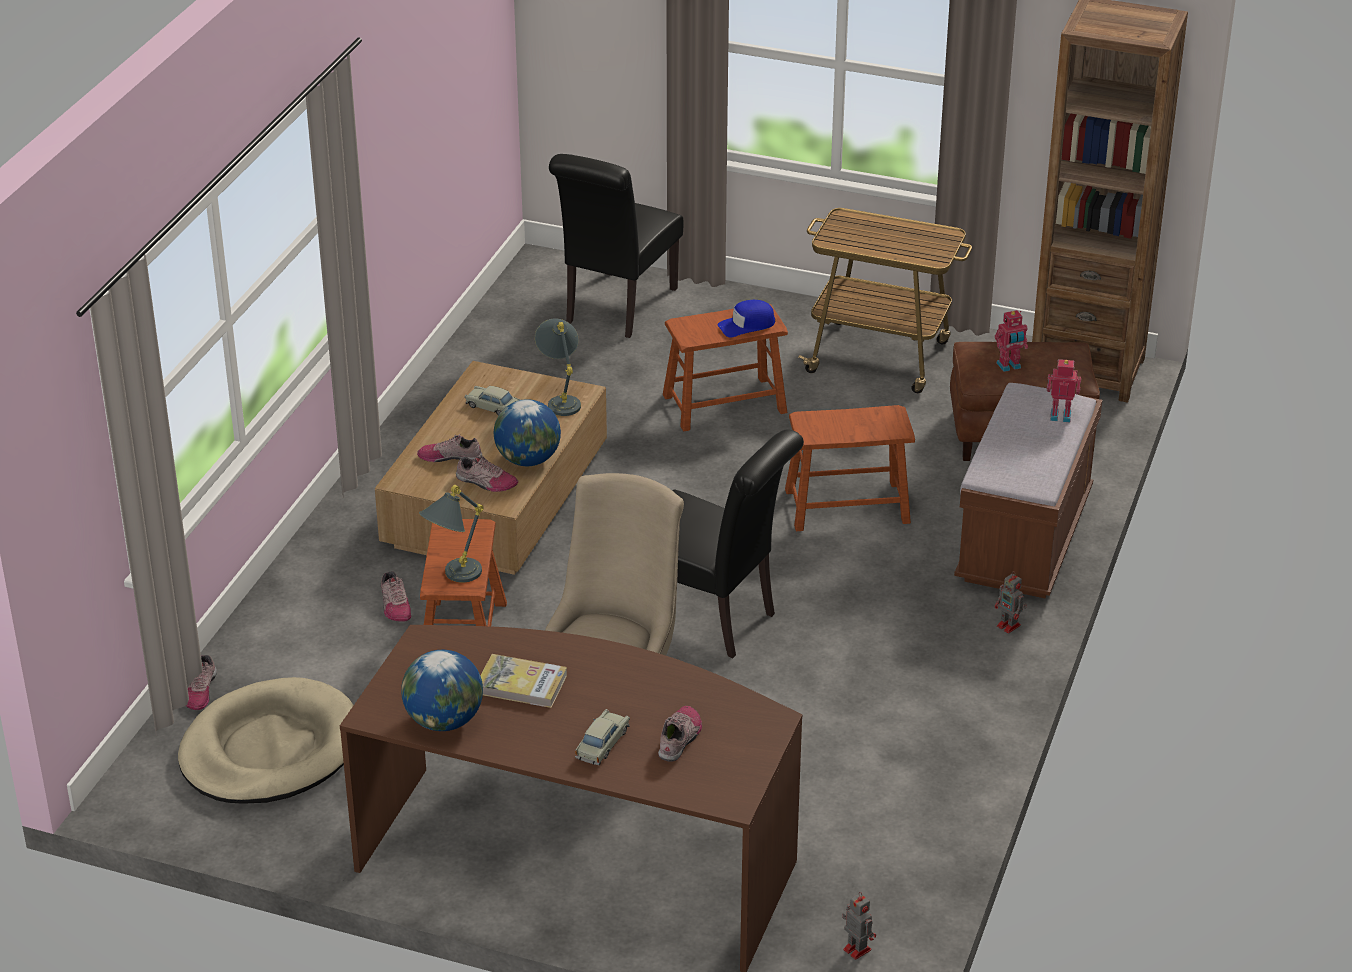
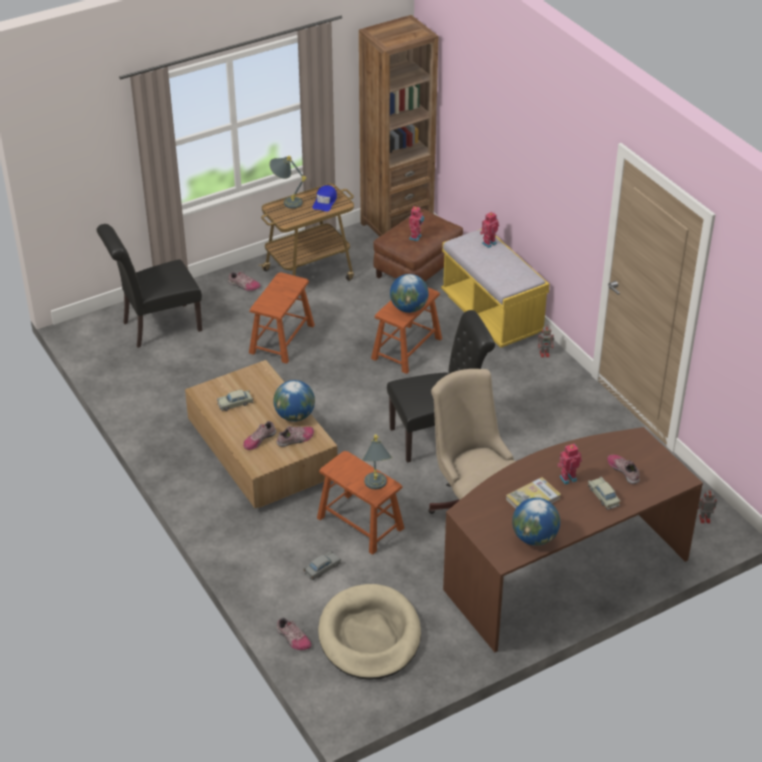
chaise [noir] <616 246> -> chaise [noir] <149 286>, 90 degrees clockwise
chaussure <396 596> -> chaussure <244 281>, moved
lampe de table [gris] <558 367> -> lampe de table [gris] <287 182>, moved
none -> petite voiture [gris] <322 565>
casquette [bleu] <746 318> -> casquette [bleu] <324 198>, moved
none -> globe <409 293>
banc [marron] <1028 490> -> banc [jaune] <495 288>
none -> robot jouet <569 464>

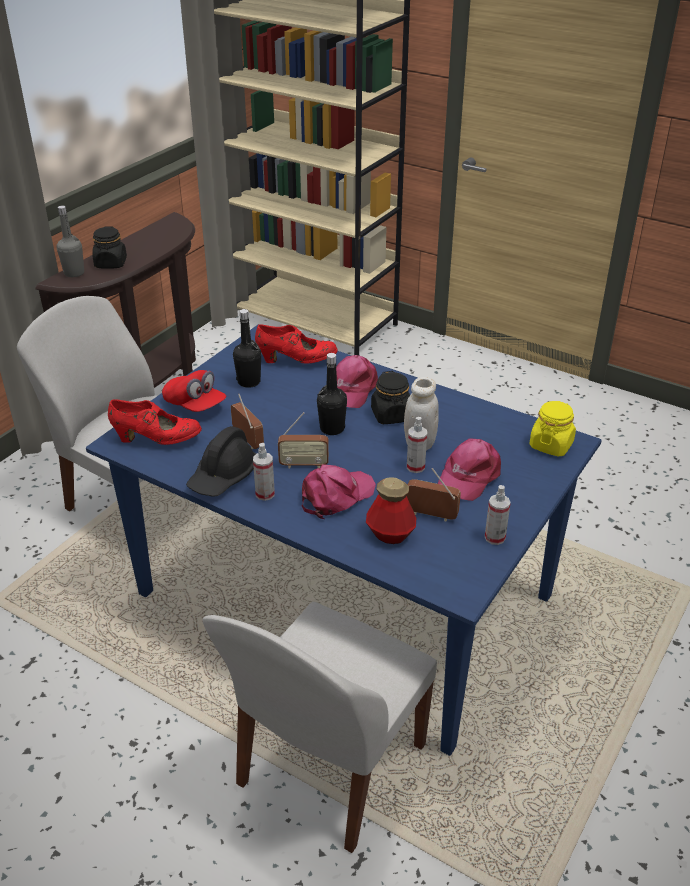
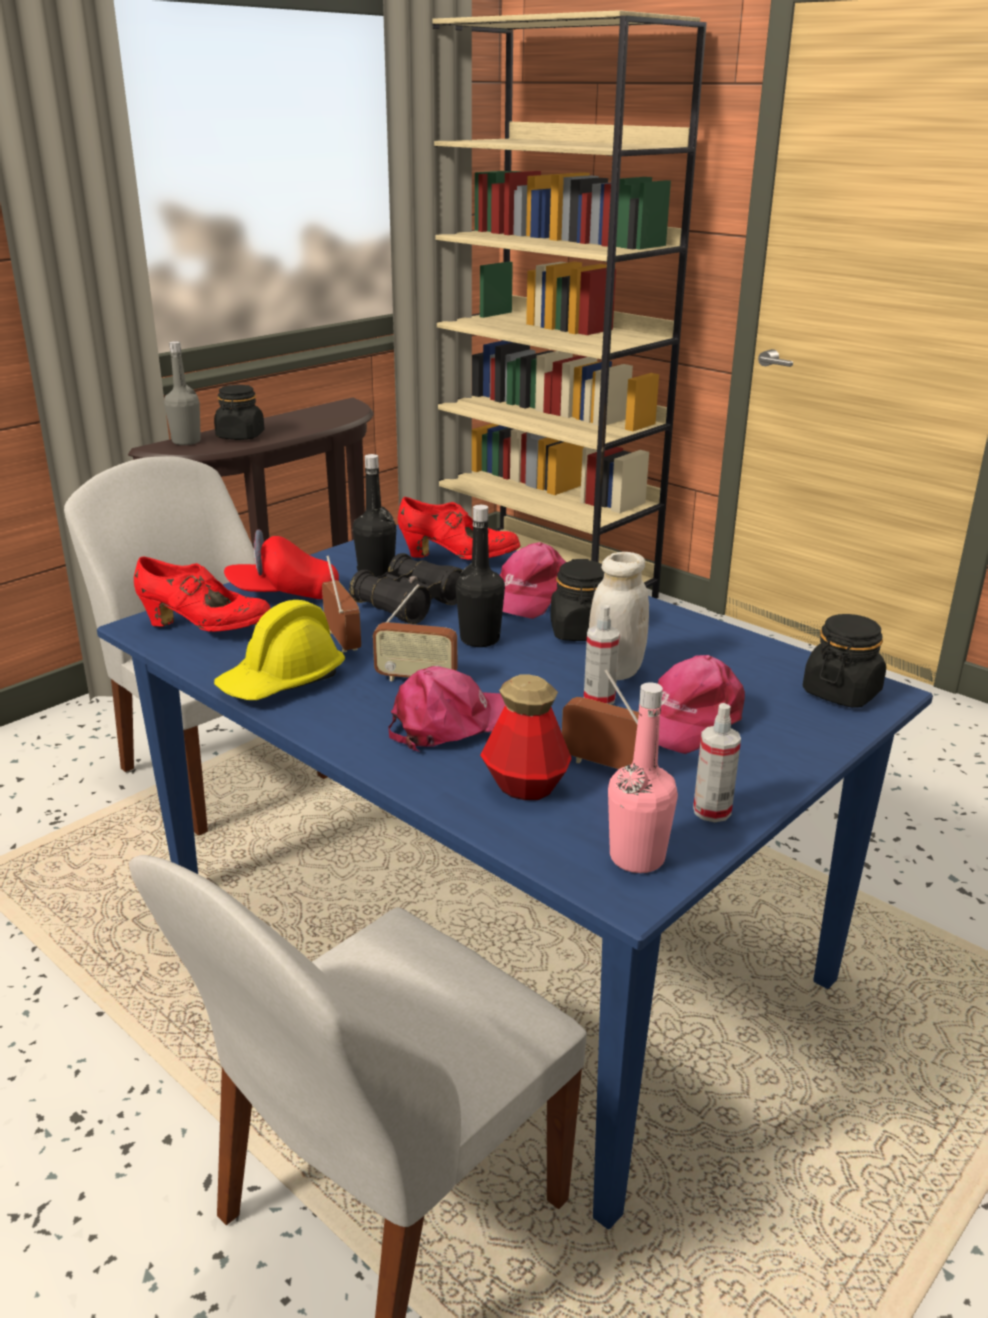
casque de chantier [noir] <221 461> -> casque de chantier [jaune] <279 650>
casquette [rouge] <194 391> -> casquette [rouge] <281 564>, 120 degrees clockwise
none -> jumelles [noir] <406 588>
none -> bouteille [rose] <643 777>
bocal [jaune] <552 429> -> bocal [noir] <844 661>
vaporisateur <264 472> -> none

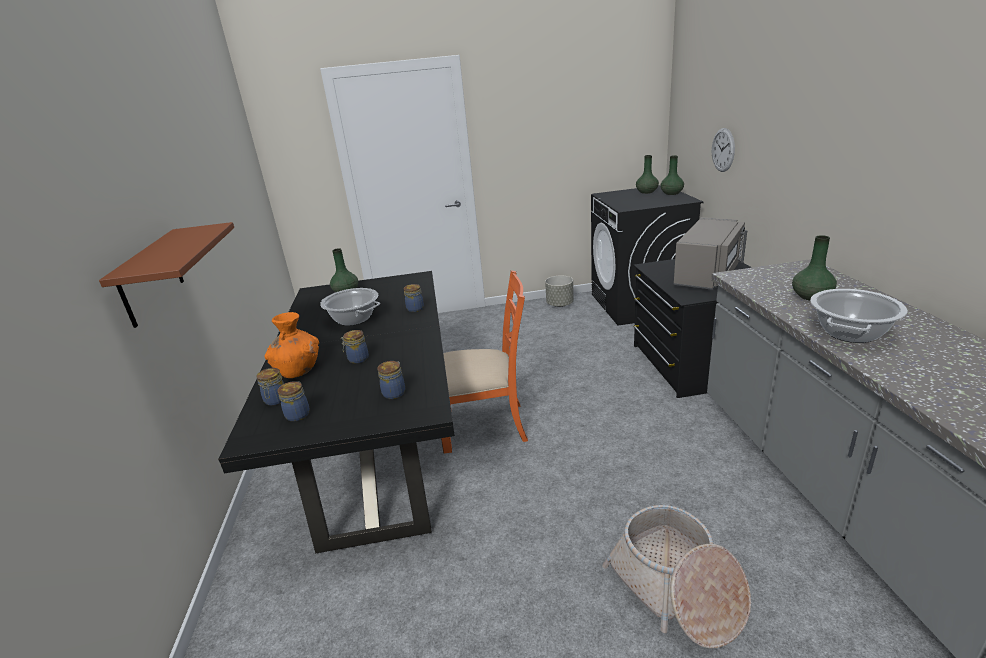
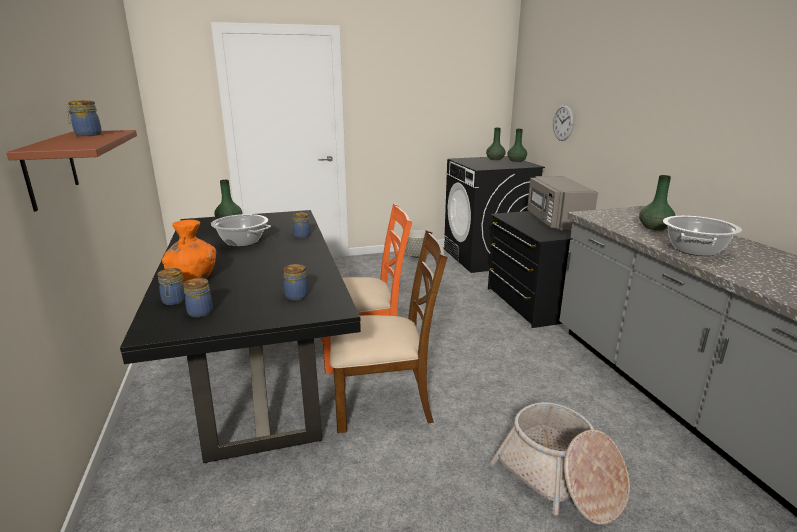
bocal <355 347> -> bocal <83 118>, moved
none -> chaise [marron] <388 331>
micro-ondes [gris] <710 253> -> micro-ondes [gris] <562 204>, 150 degrees clockwise

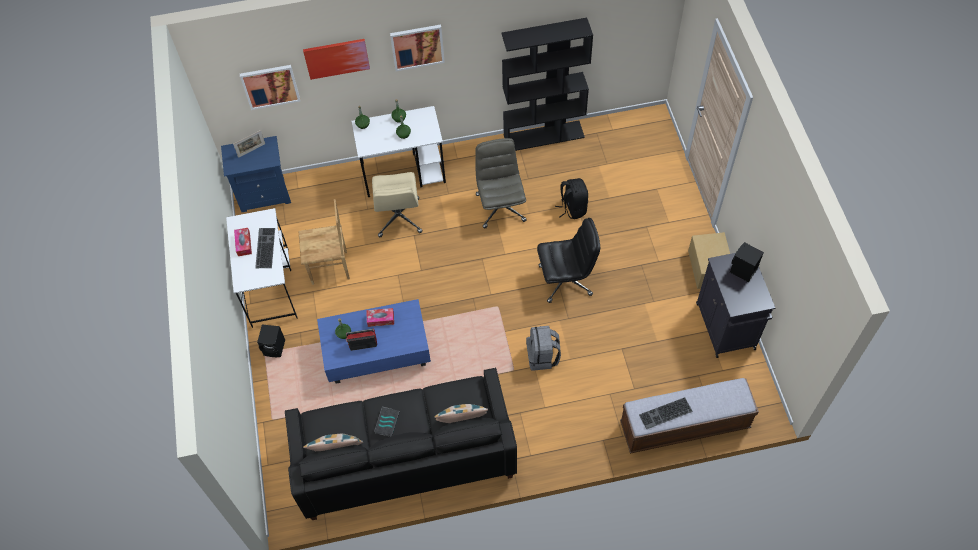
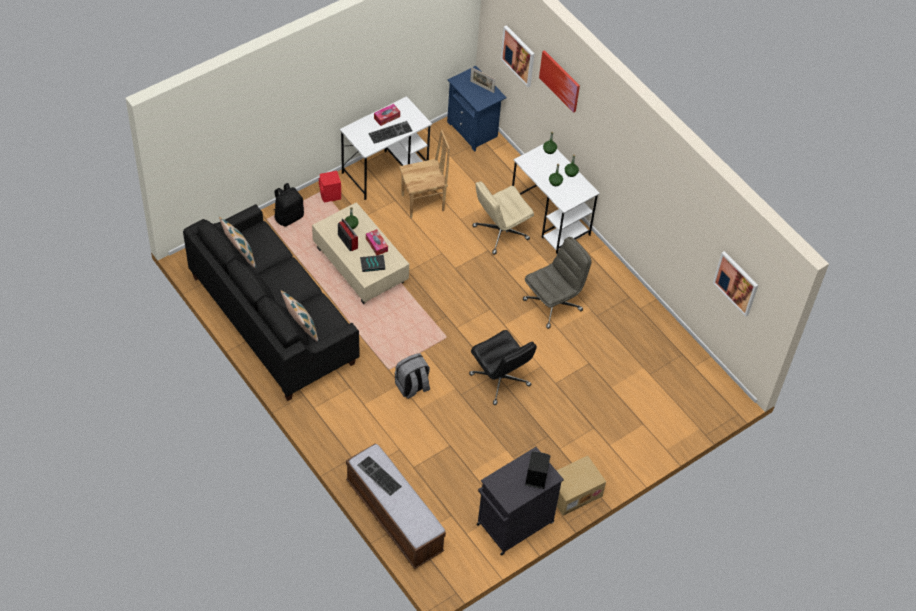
sac à dos [noir] <571 198> -> sac à dos [noir] <288 205>, moved
table basse [bleu] <374 341> -> table basse [beige] <360 253>
enceinte [noir] <271 341> -> enceinte [rouge] <330 187>
livre <387 421> -> livre <372 263>, moved
chaise [marron] <324 242> -> chaise [marron] <424 174>, 75 degrees counterclockwise
tableau <417 48> -> tableau <735 284>, moved
bibliothèque [noir] <547 84> -> none

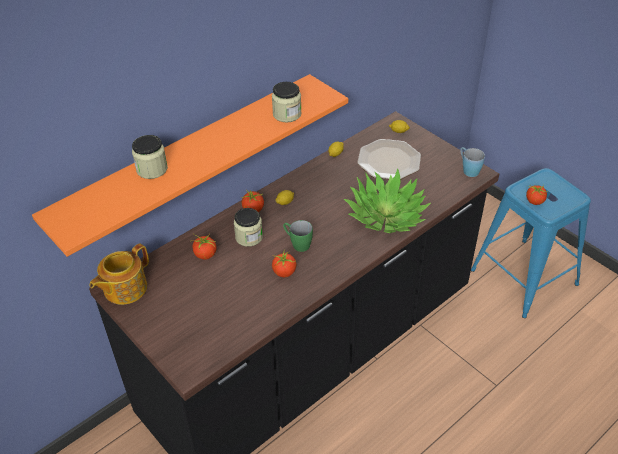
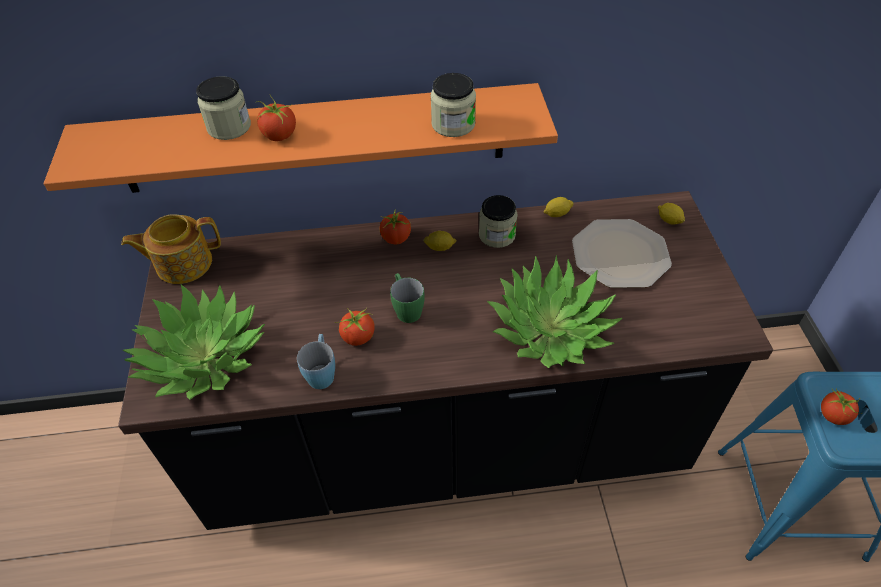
none -> plante en pot <193 342>
tomate <203 246> -> tomate <276 118>, moved
mug [bleu] <472 162> -> mug [bleu] <316 361>, moved
bocal <248 227> -> bocal <498 221>, moved

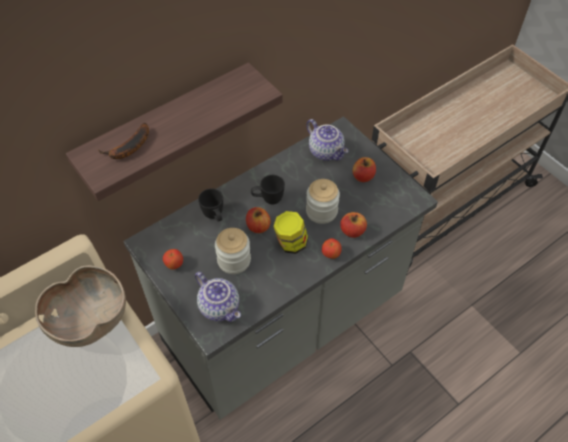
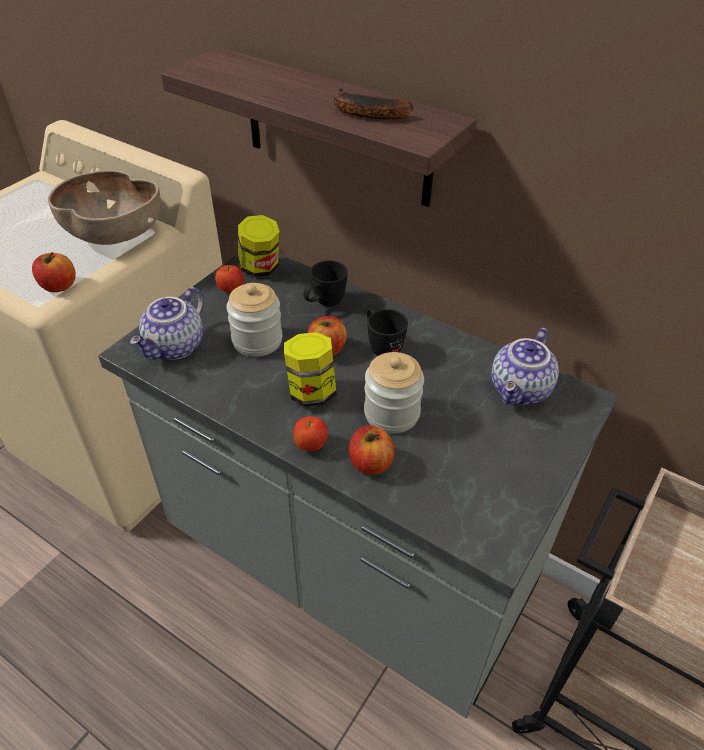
pomme <364 169> -> pomme <54 272>, moved
none -> bocal <259 246>
banane <123 141> -> banane <373 103>, moved

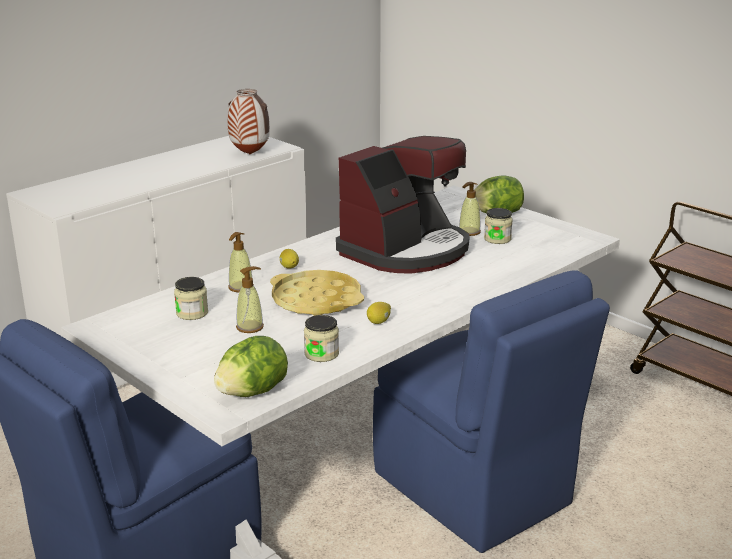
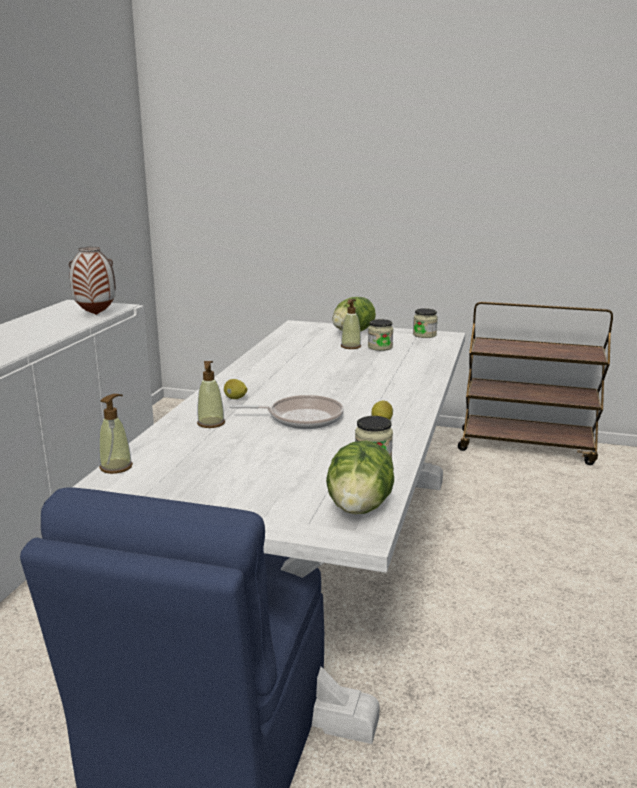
distributeur de savon <250 299> -> distributeur de savon <116 434>, moved
plateau [jaune] <317 293> -> poêle <286 412>
bocal <191 298> -> bocal <425 323>, moved
machine à café <403 205> -> none
chaise [bleu] <491 411> -> none

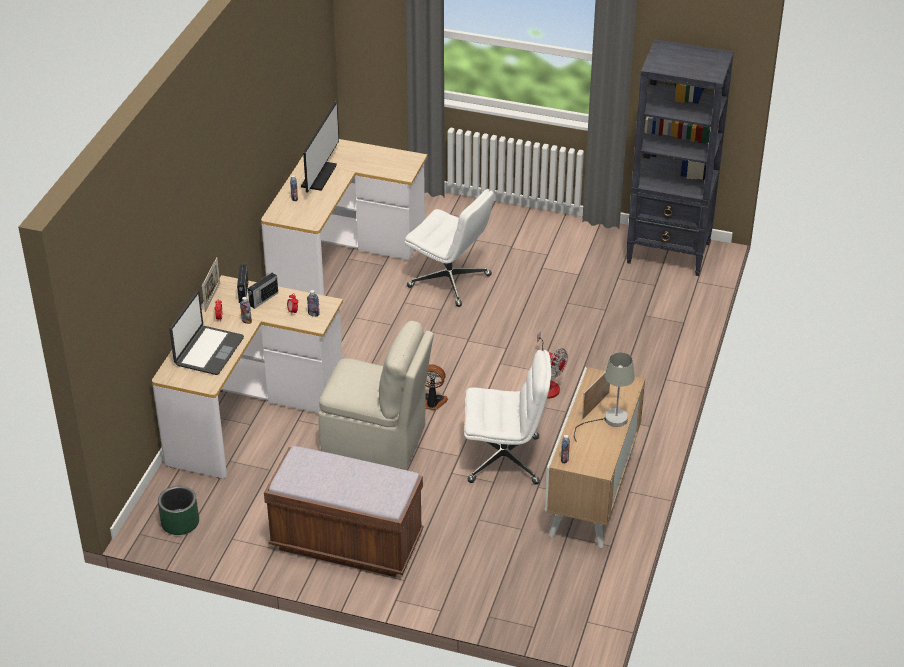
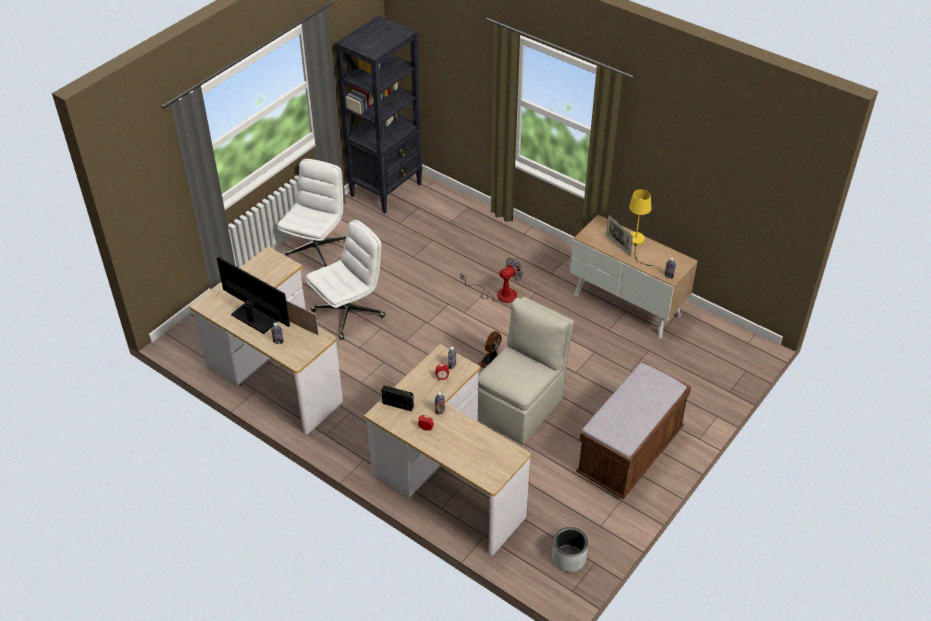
chaise de bureau [blanc] <507 417> -> chaise de bureau [blanc] <311 213>, moved
cadre photo <211 284> -> cadre photo <302 318>, moved
cache-pot [vert] <178 510> -> cache-pot [gris] <570 549>
lampe de table [gris] <604 397> -> lampe de table [jaune] <641 227>
ordinateur portable <207 333> -> none
radio <263 290> -> none

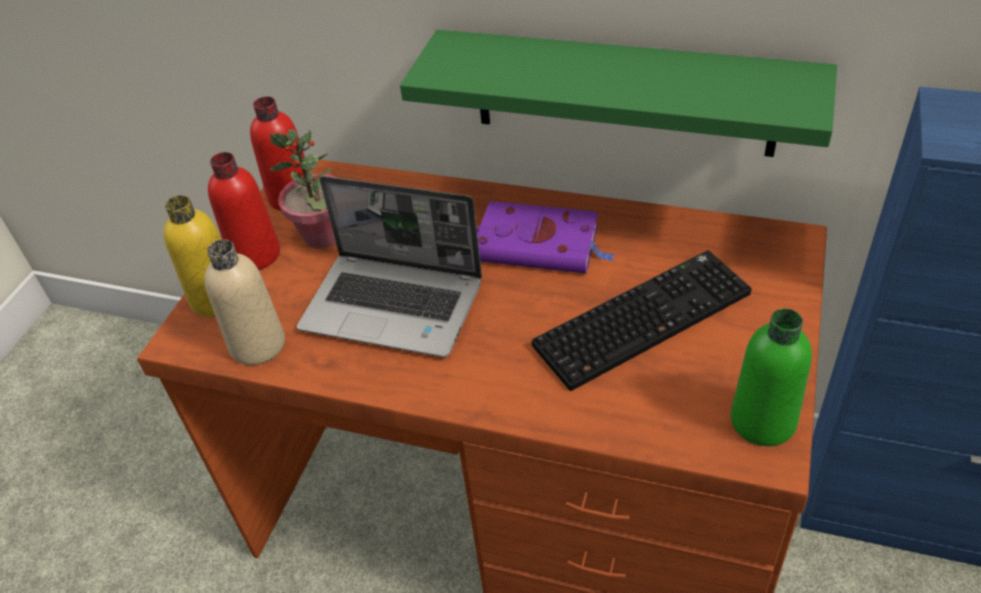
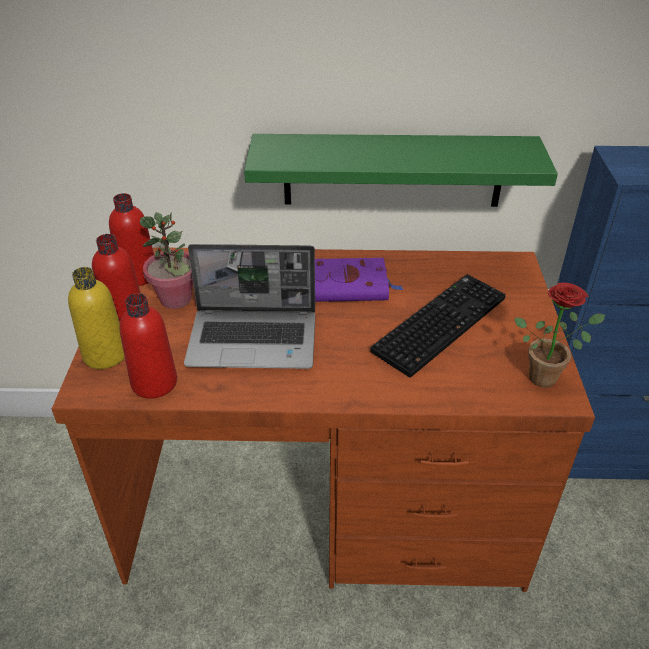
bouteille [beige] <244 302> -> bouteille [rouge] <148 346>
bouteille [vert] <771 377> -> plante en pot <560 335>

